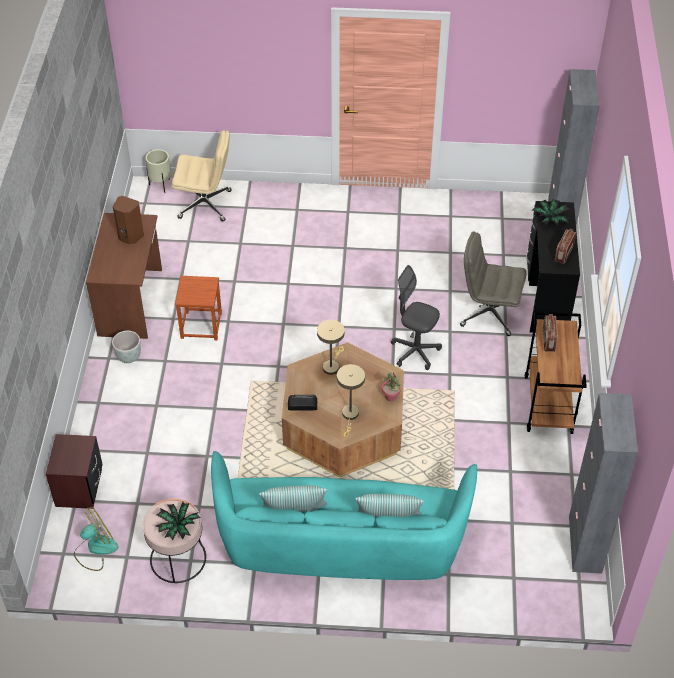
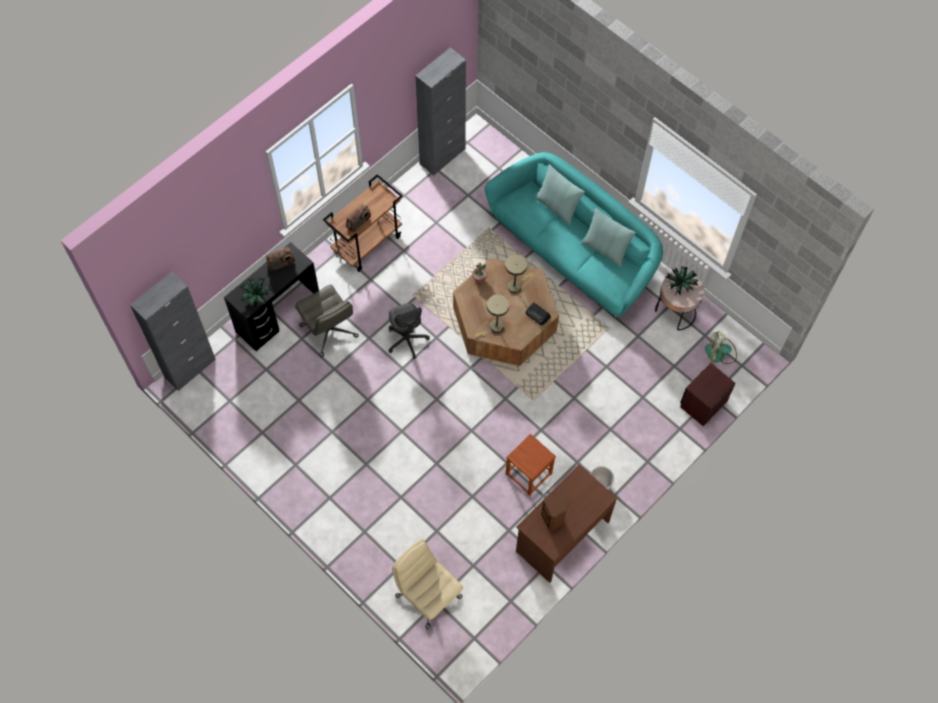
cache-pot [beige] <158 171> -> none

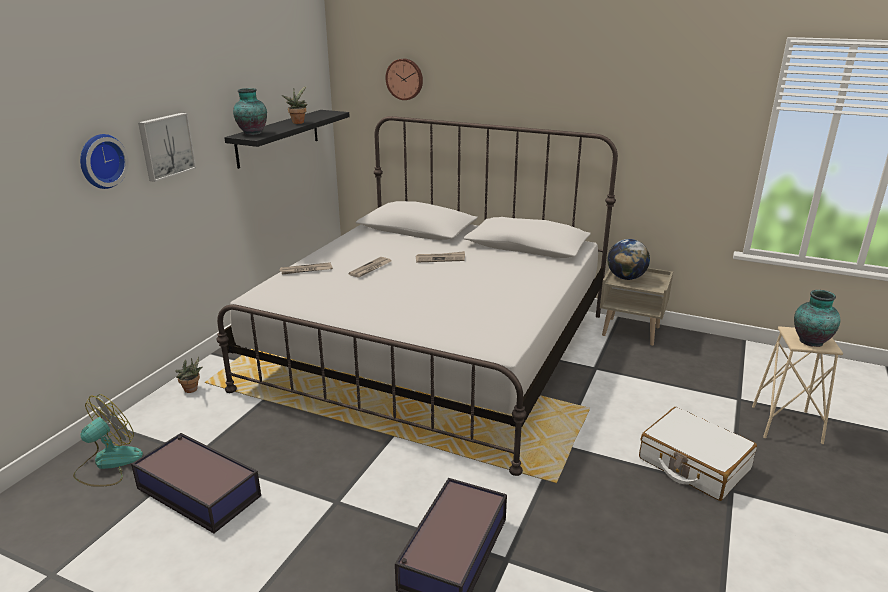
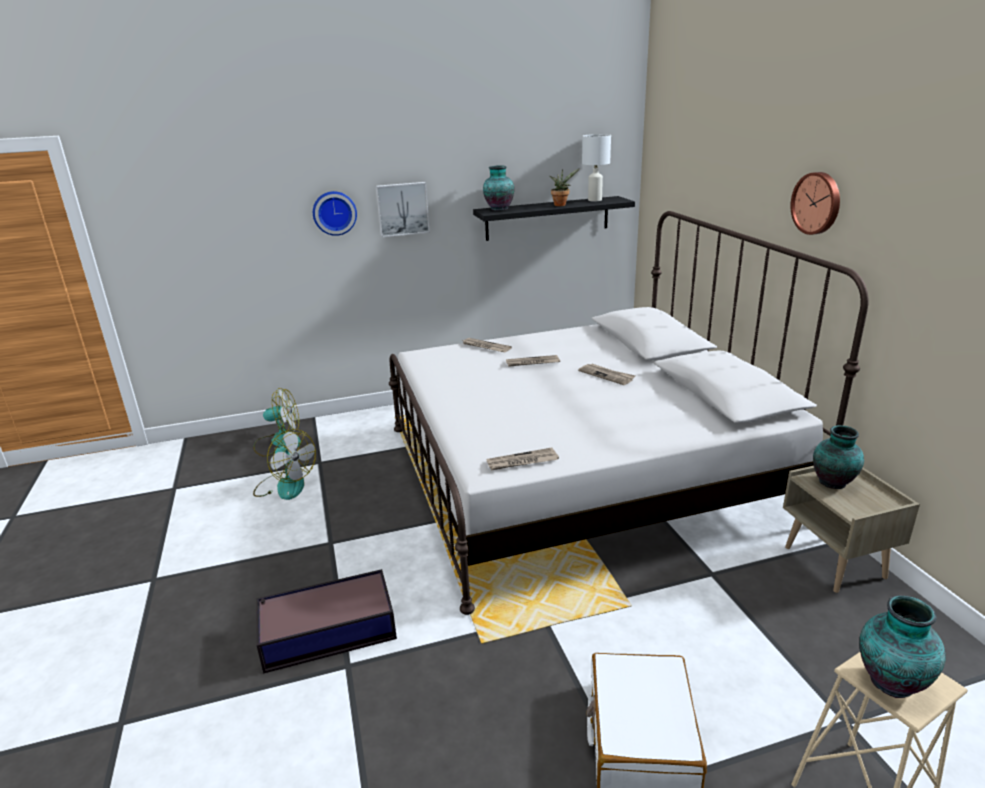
boîte de rangement <196 483> -> ventilateur <284 464>
none -> journal <523 458>
none -> lampe de table [blanc] <596 167>
horloge murale <404 79> -> horloge murale <815 203>, moved
globe <628 259> -> vase <838 457>
plante en pot <188 375> -> none

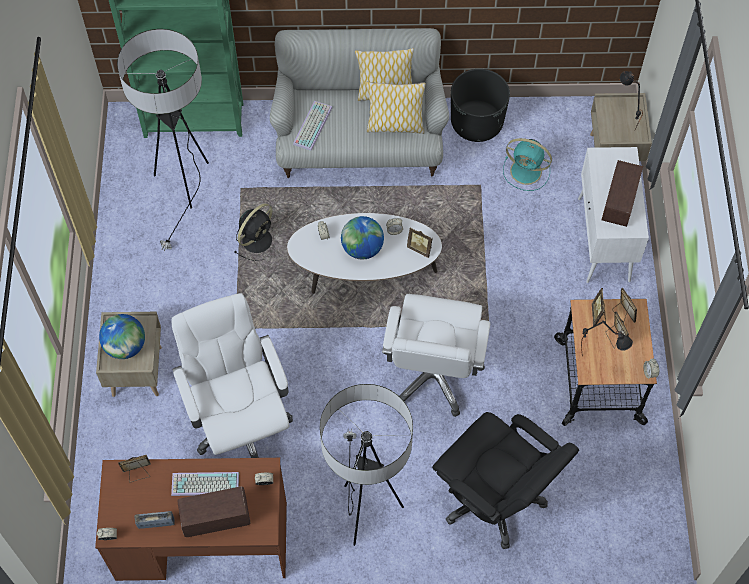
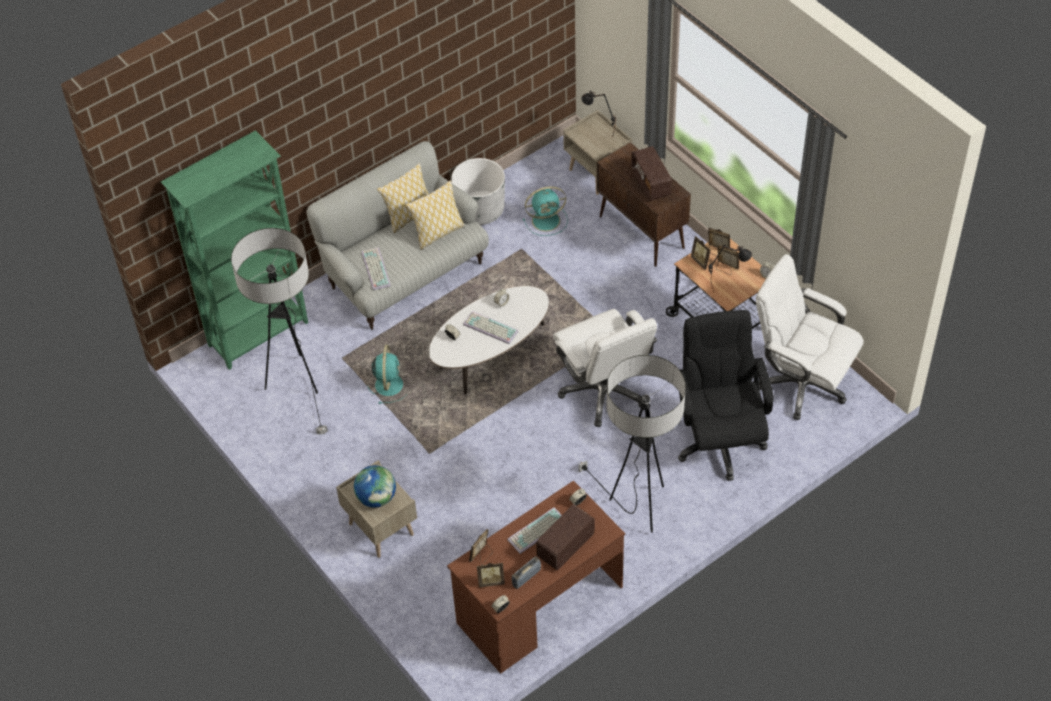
ventilateur [noir] <252 232> -> ventilateur [turquoise] <387 374>
cache-pot [noir] <480 105> -> cache-pot [blanc] <478 191>
globe <362 238> -> clavier <491 327>
cadre photo <419 242> -> cadre photo <491 575>, moved
meuble de rangement [blanc] <613 215> -> meuble de rangement [marron] <644 204>
chaise de bureau [noir] <505 480> -> chaise de bureau [noir] <726 395>, 105 degrees counterclockwise
chaise de bureau [blanc] <232 375> -> chaise de bureau [blanc] <810 337>, moved

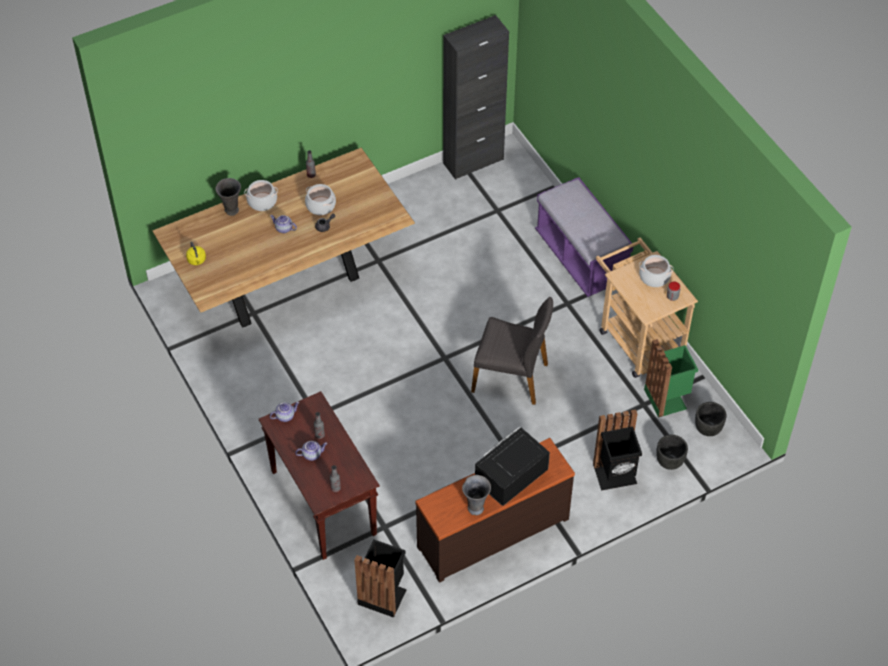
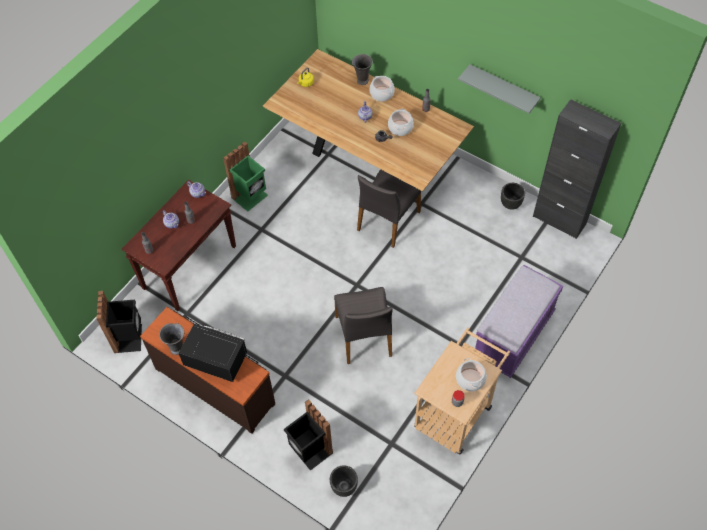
poubelle [vert] <671 378> -> poubelle [vert] <245 176>, moved
none -> chaise [gris] <389 209>
none -> étagère [gris] <499 89>
cache-pot [noir] <710 419> -> cache-pot [noir] <513 196>, moved

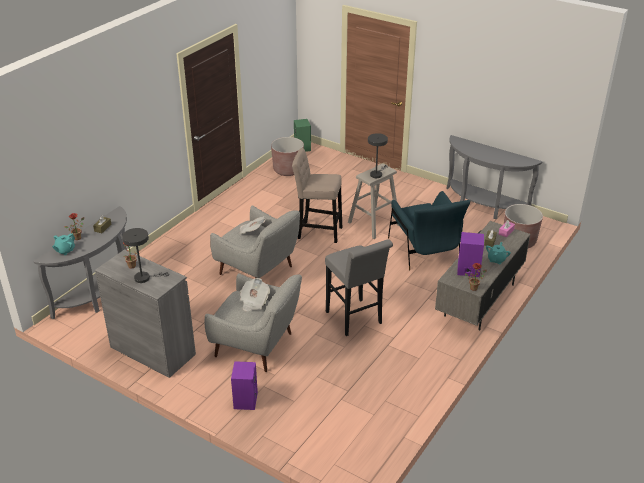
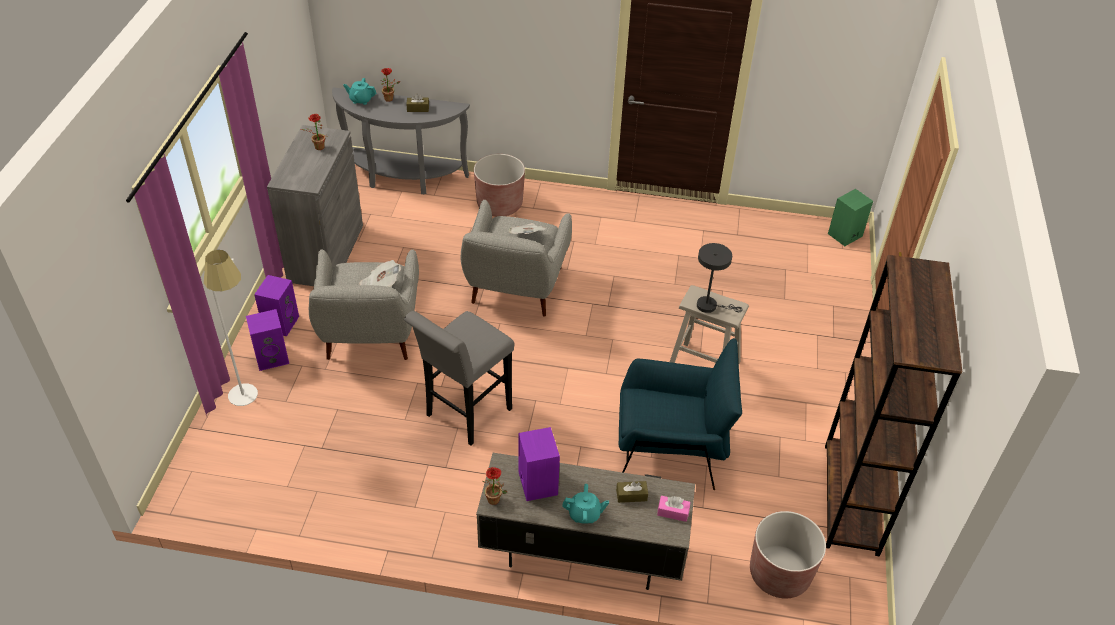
none -> lampadaire [blanc] <231 328>
none -> enceinte [violet] <276 305>
cache-pot [marron] <287 156> -> cache-pot [marron] <499 185>, moved
fauteuil [bleu] <429 230> -> fauteuil [bleu] <680 414>, 135 degrees counterclockwise
table console [gris] <494 177> -> bibliothèque [marron] <893 406>
lampe de table [gris] <145 255> -> none
tabouret [beige] <317 195> -> none

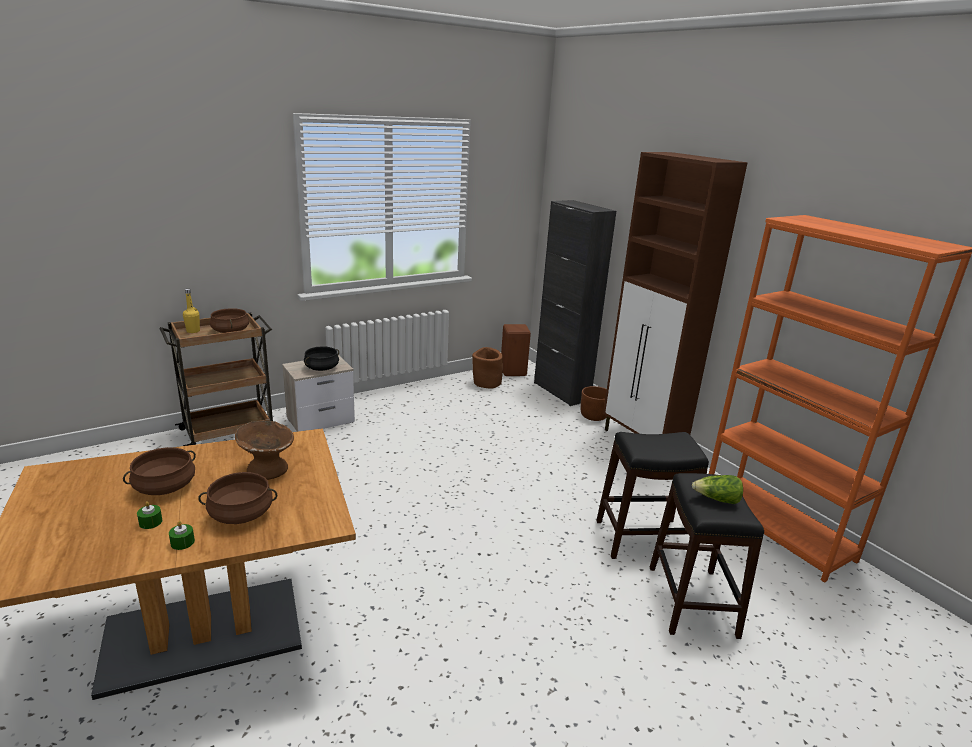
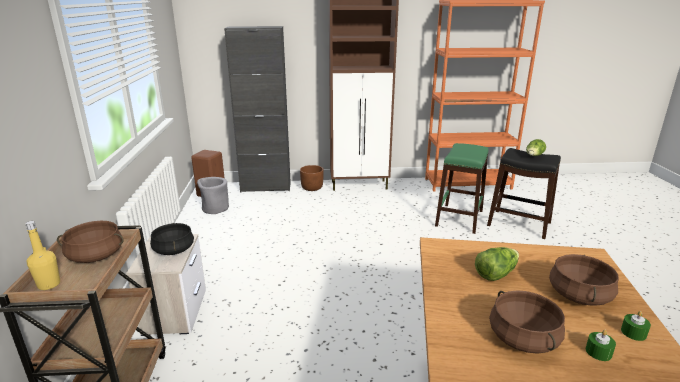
cache-pot [marron] <487 368> -> cache-pot [gris] <213 195>
tabouret [noir] <652 495> -> tabouret [vert] <462 188>
bol [marron] <264 450> -> laitue <497 264>

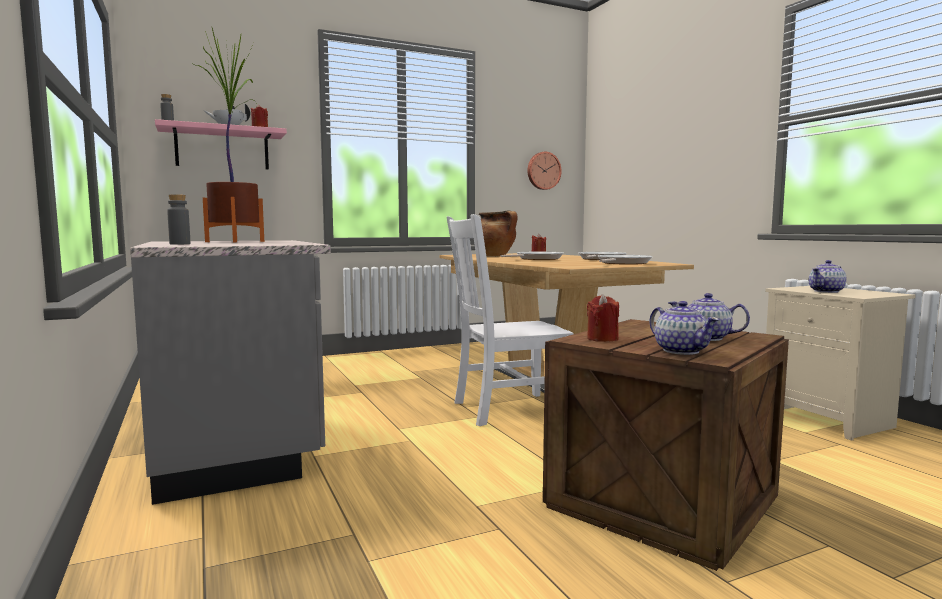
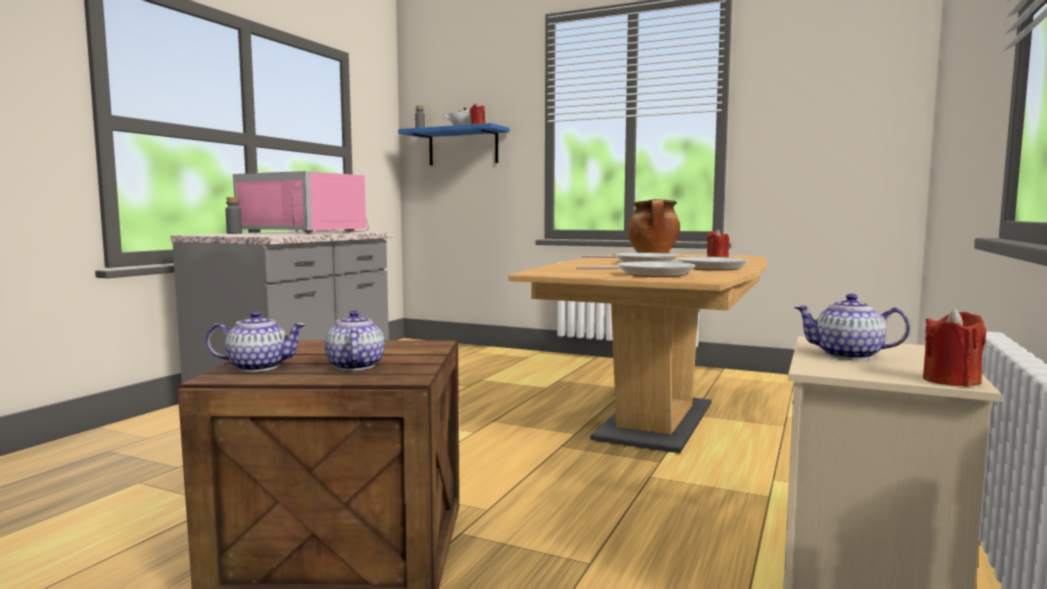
théière <684 328> -> théière <256 341>, 120 degrees counterclockwise
plante en pot <228 135> -> micro-ondes [rose] <301 202>
étagère [rose] <221 144> -> étagère [bleu] <453 144>
bougie [rouge] <603 318> -> bougie [rouge] <954 347>, moved
chaise [blanc] <510 320> -> none
horloge murale <544 171> -> none

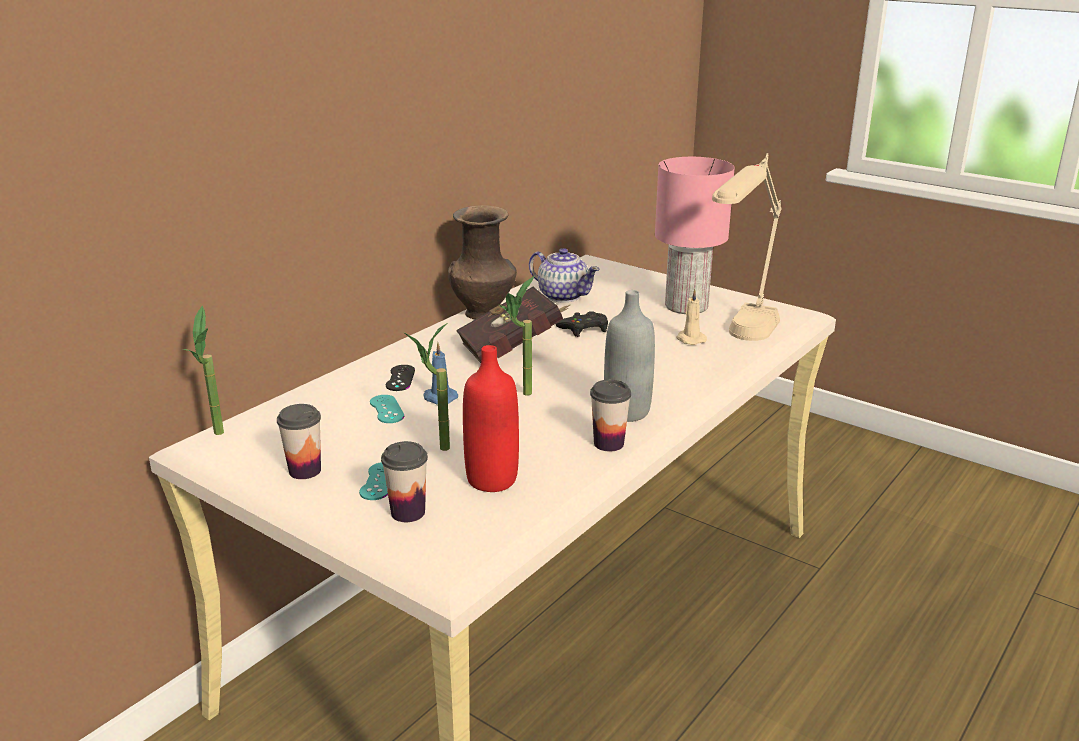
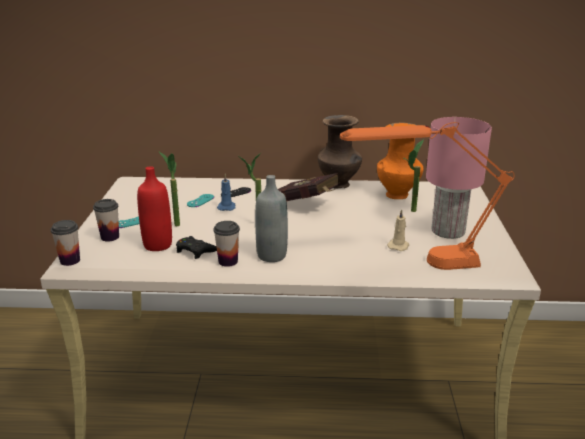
tasse <299 441> -> tasse <65 243>, moved
manette [noir] <582 324> -> manette [noir] <196 247>, moved
lampe de table [beige] <746 247> -> lampe de table [orange] <427 196>
théière <564 275> -> vase [orange] <400 161>
plante en pot <203 370> -> plante en pot <414 175>, moved

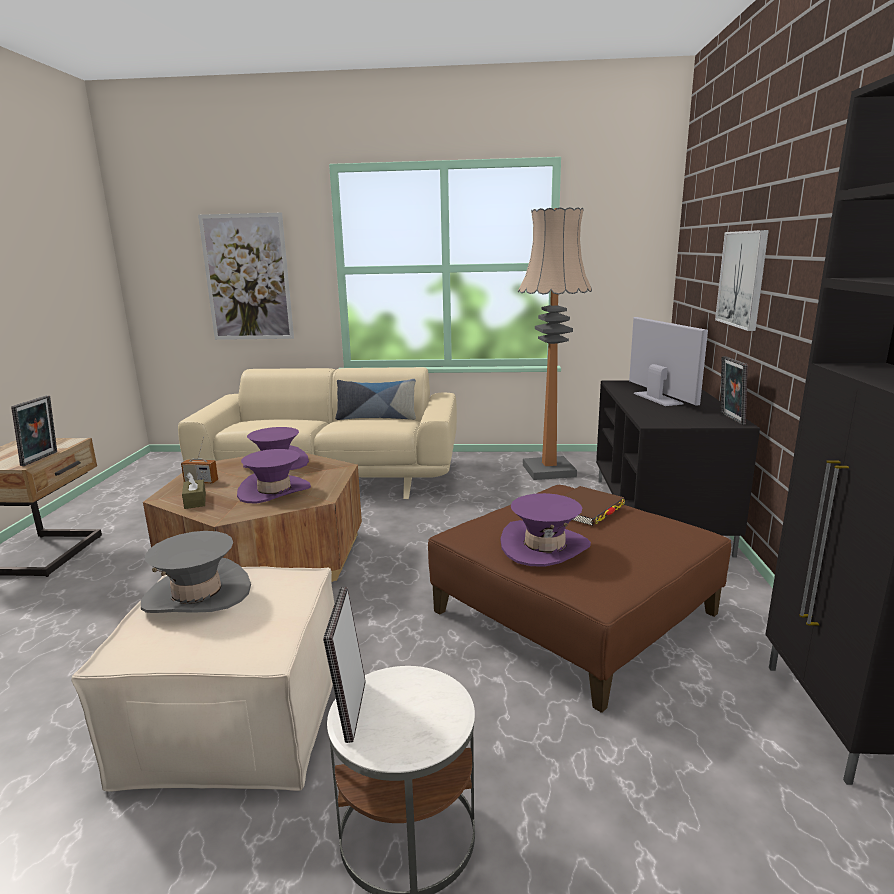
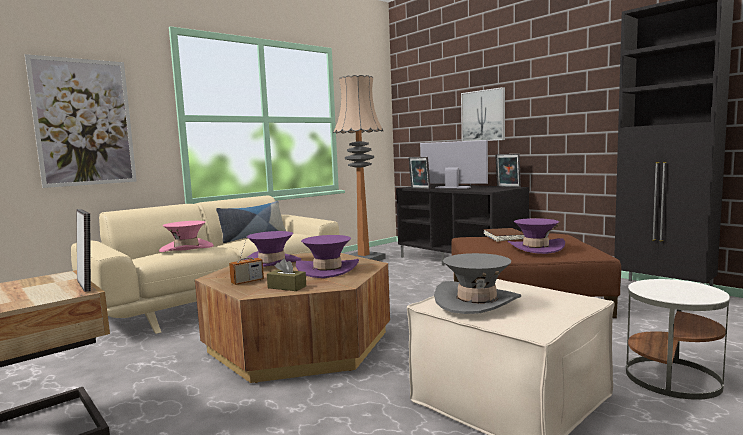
none -> chapeau [rose] <186 236>
cadre photo <344 665> -> cadre photo <419 173>, moved

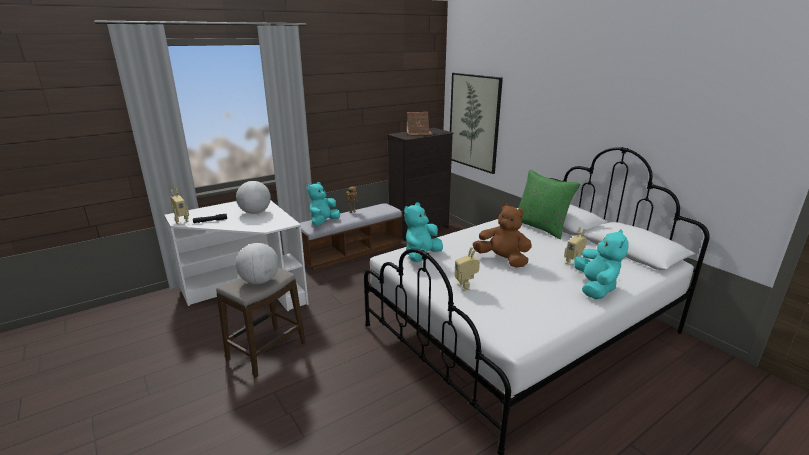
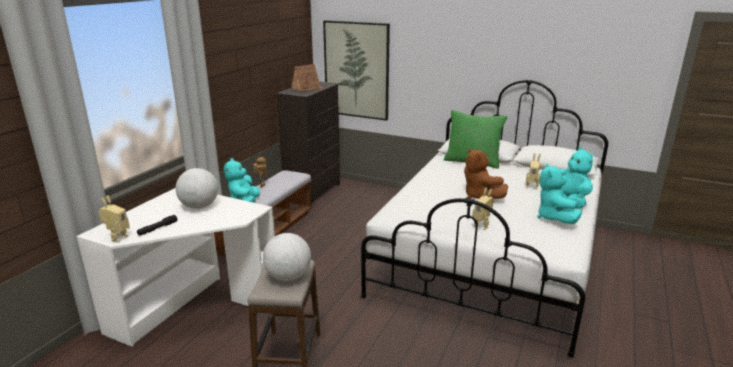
peluche [marron] <502 235> -> peluche [marron] <486 173>, 120 degrees counterclockwise
peluche [turquoise] <423 232> -> peluche [turquoise] <559 193>, moved

